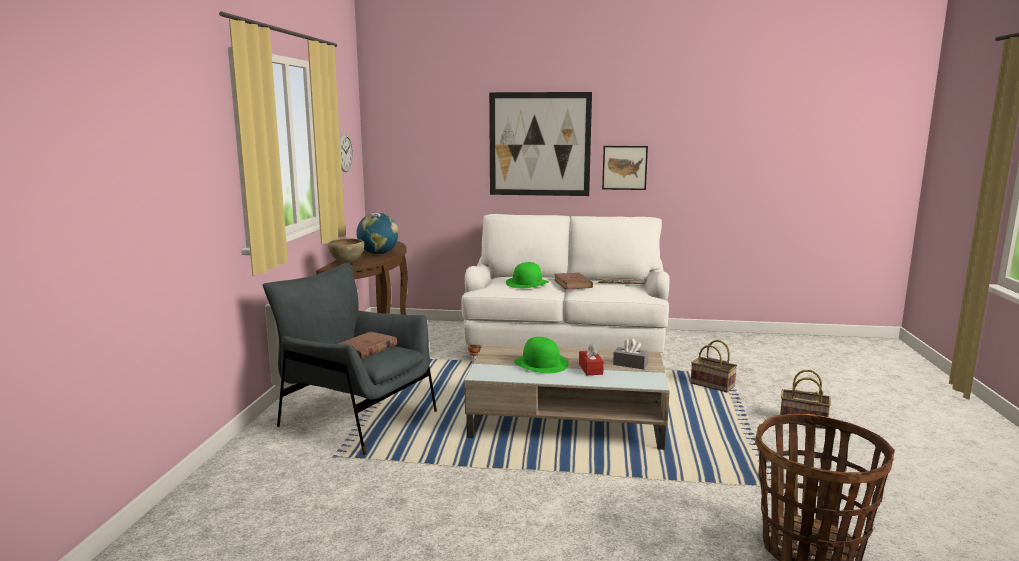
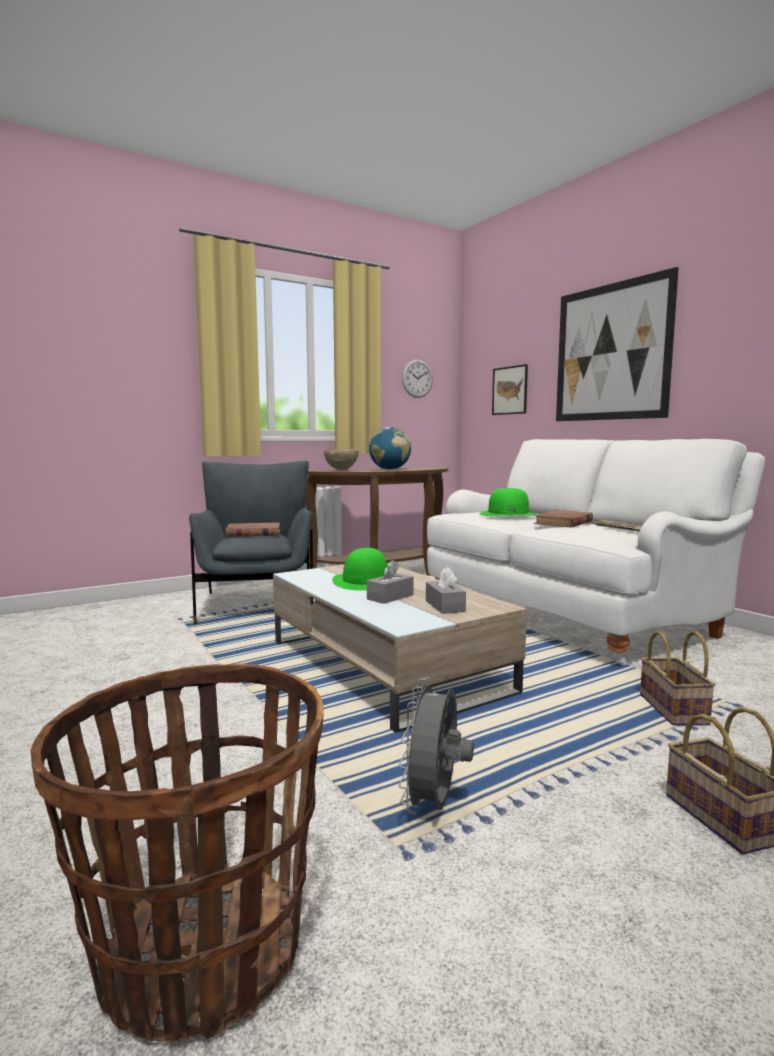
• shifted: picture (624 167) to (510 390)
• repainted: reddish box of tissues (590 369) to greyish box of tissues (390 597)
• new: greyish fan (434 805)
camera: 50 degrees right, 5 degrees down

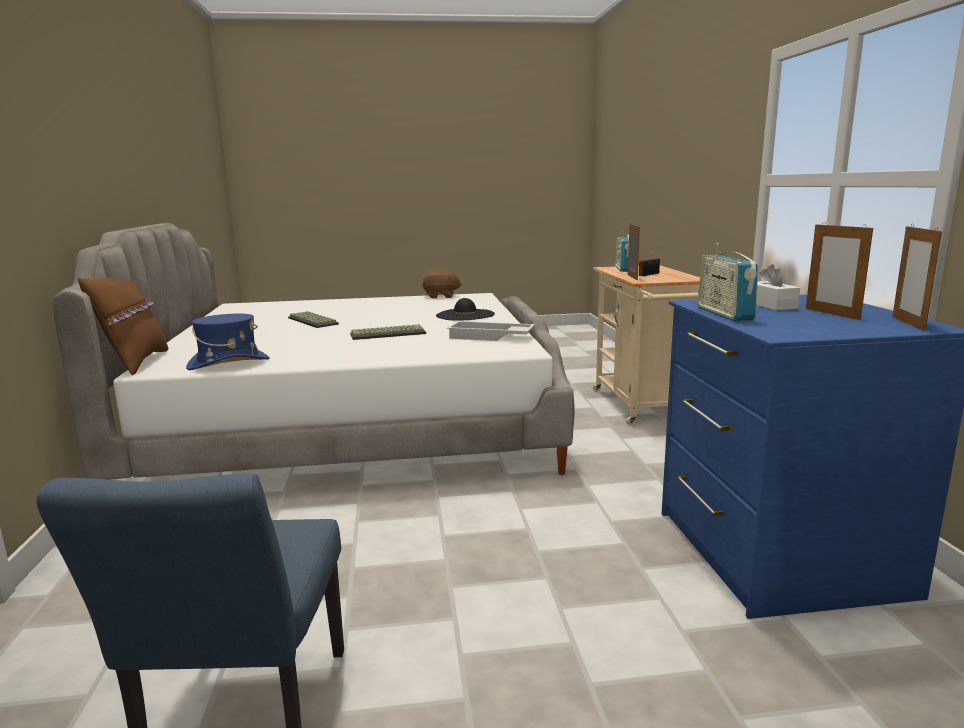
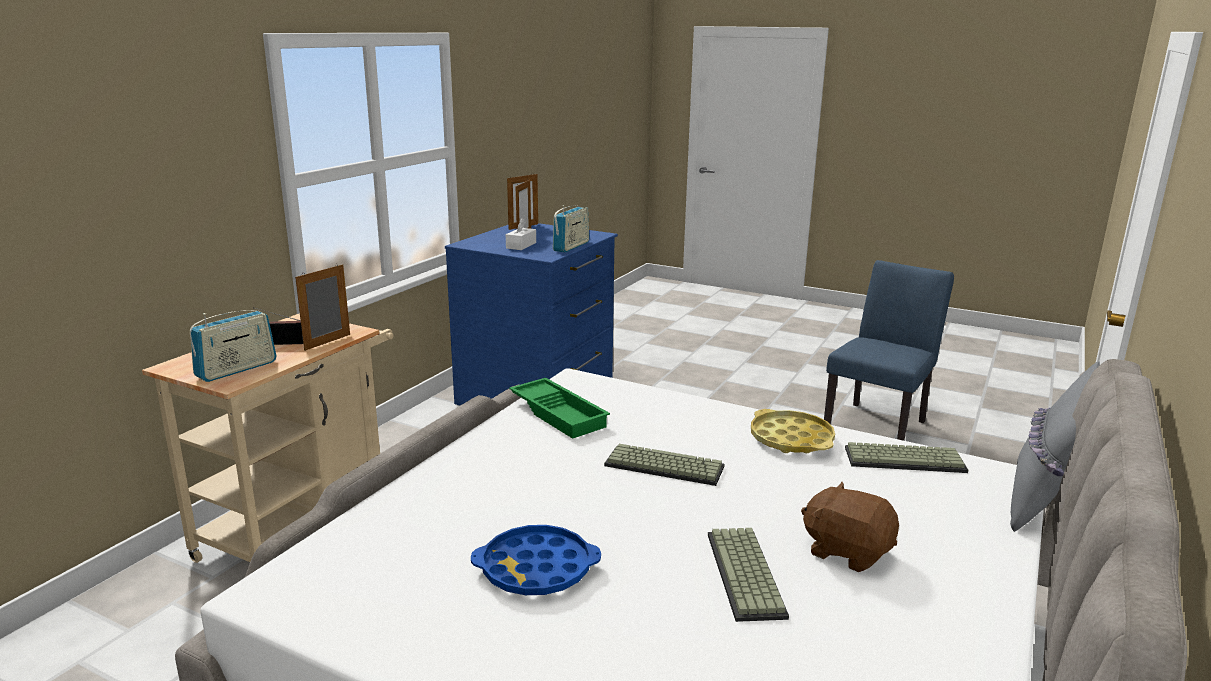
• shifted: brown plush toy (441 296) to (847 551)
• repainted: brown pillow (134 363) to greyish pillow (1043 503)
• gone: black hat (465 315)
• swapped: blue hat (228 363) to keyboard (905 459)
• repainted: white serving tray (490 337) to greenish serving tray (560 413)
• new: yellow serving tray (791 439)
• new: blue serving tray (536 569)
camera: 145 degrees left, 5 degrees up

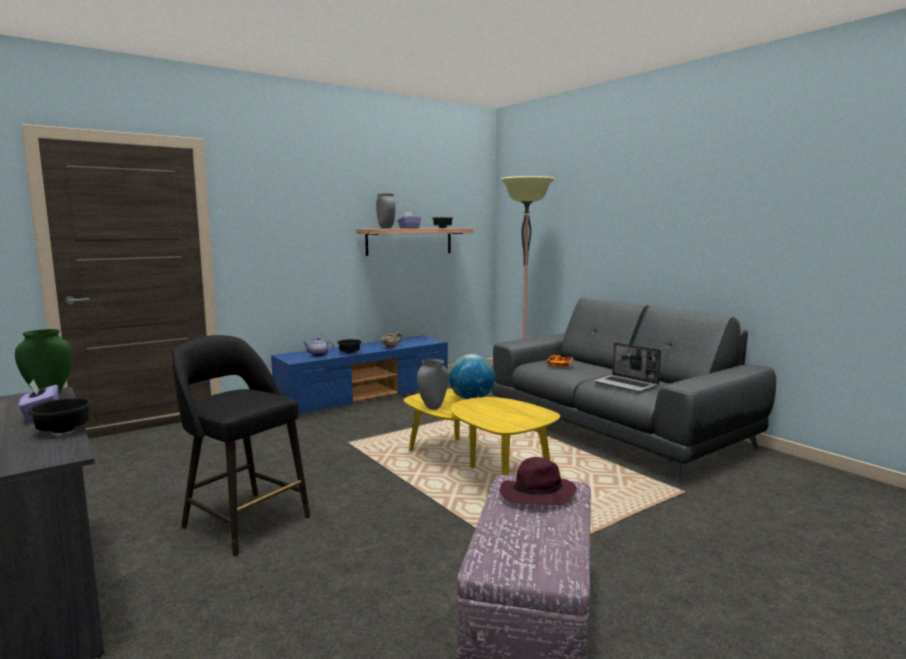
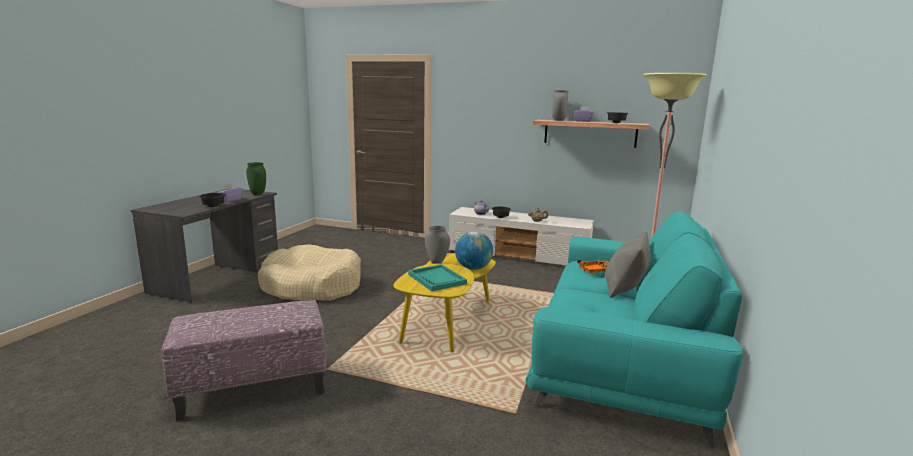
• repainted: greyish sofa (617 429) to turquoise sofa (622 354)
• swapped: black stool seat (244 521) to sand-coloured dog cushion (312 286)
• repainted: blue media console (366 396) to white media console (519 255)
• gone: notebook computer (626 385)
• gone: purple hat (536 495)
• new: greyish pillow (624 289)
• new: turquoise serving tray (437 279)
camera: 55 degrees right, 5 degrees up

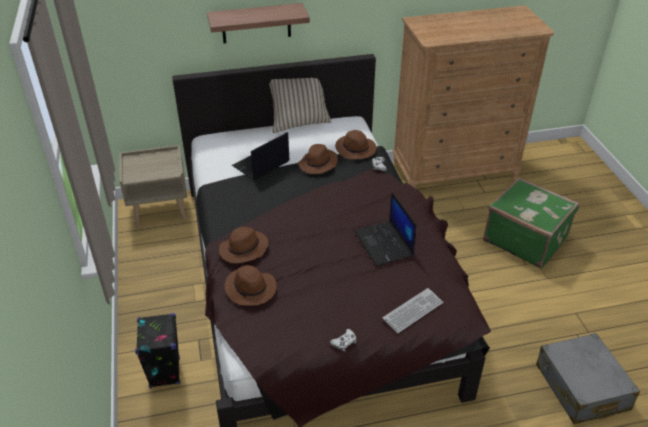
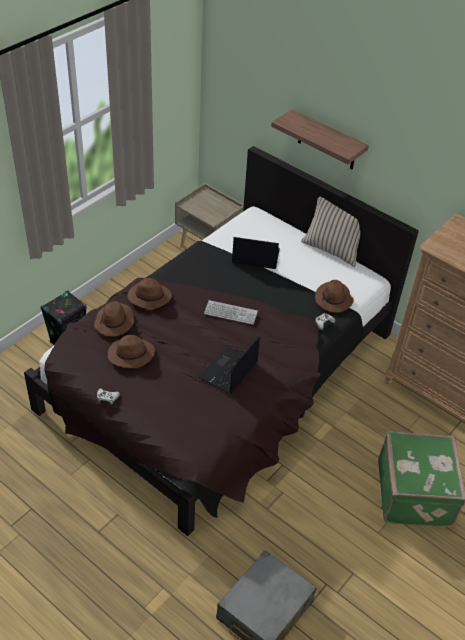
• shifted: brown hat (318 164) to (130 355)
• shifted: keyboard (413 311) to (230 313)
camera: 50 degrees right, 5 degrees up

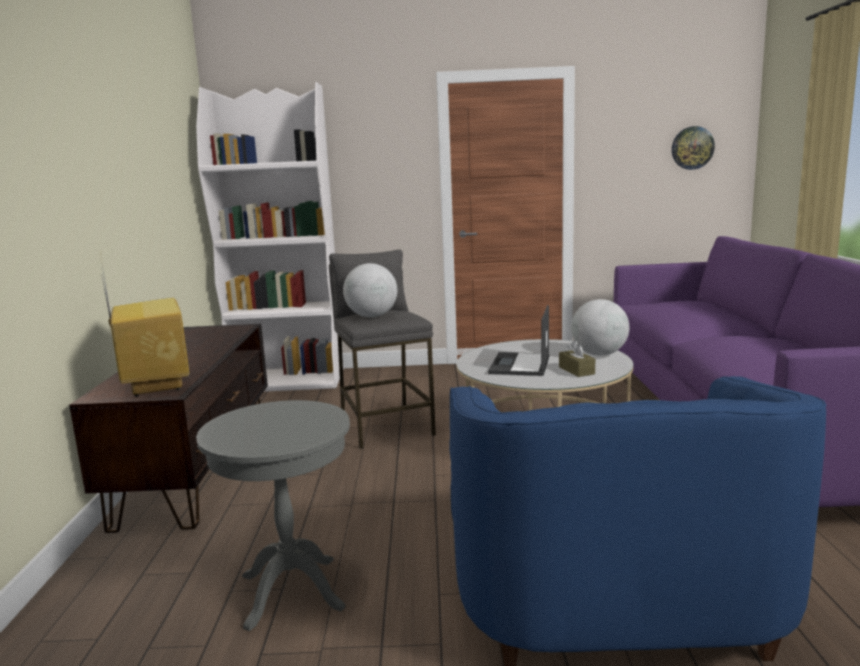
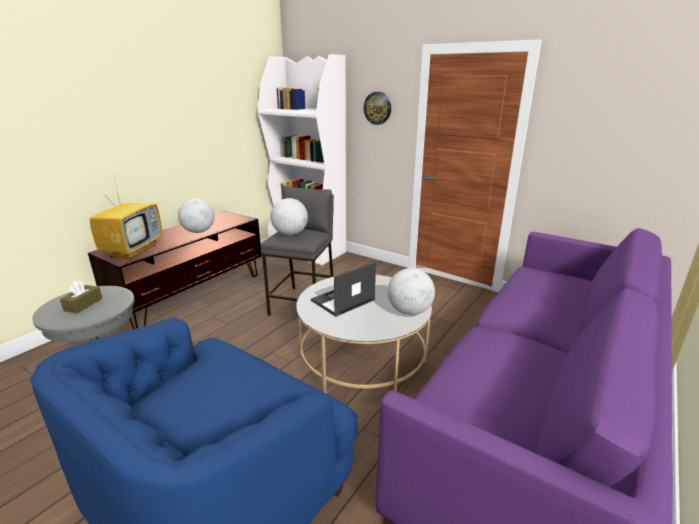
• shifted: wall clock (692 148) to (377 108)
• shifted: brown box of tissues (576 370) to (83 304)
• new: world globe (199 231)
camera: 35 degrees right, 10 degrees up

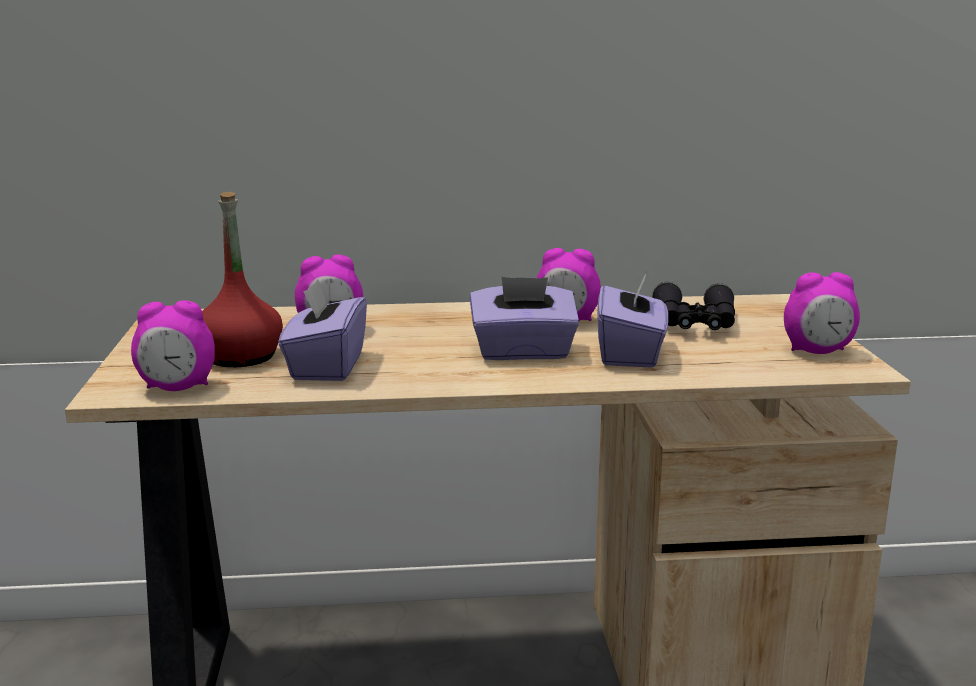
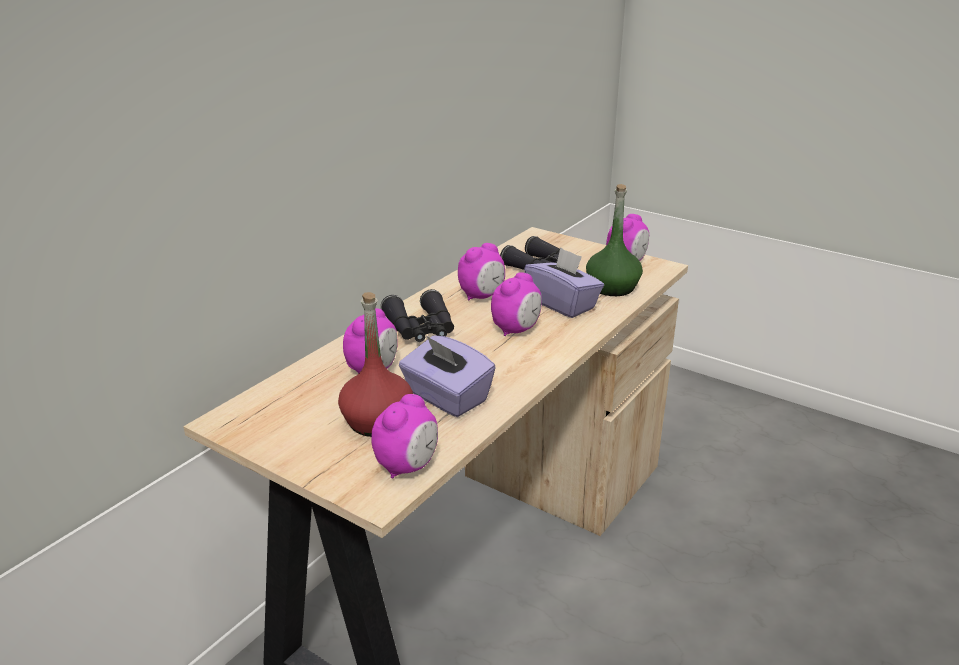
• swapped: purple box of tissues (523 352) to alarm clock (516 330)
• new: greenish drink bottle (612 288)
• new: black field glasses (421 329)
camera: 50 degrees left, 10 degrees up

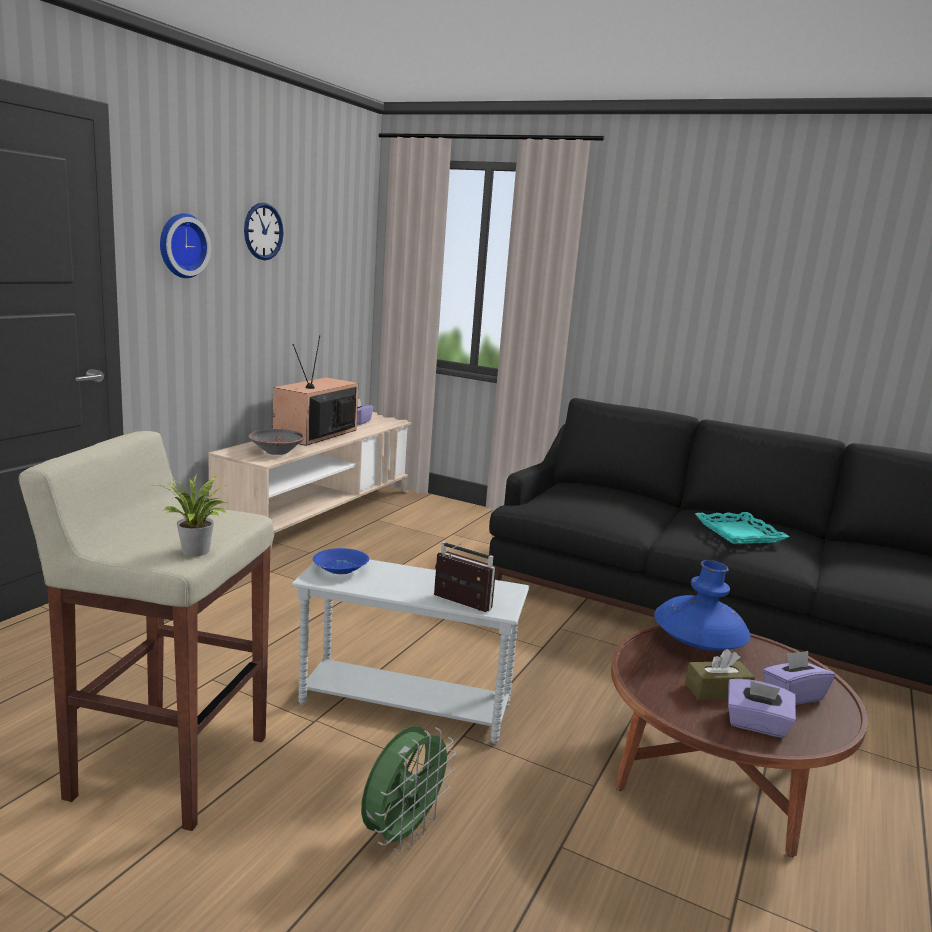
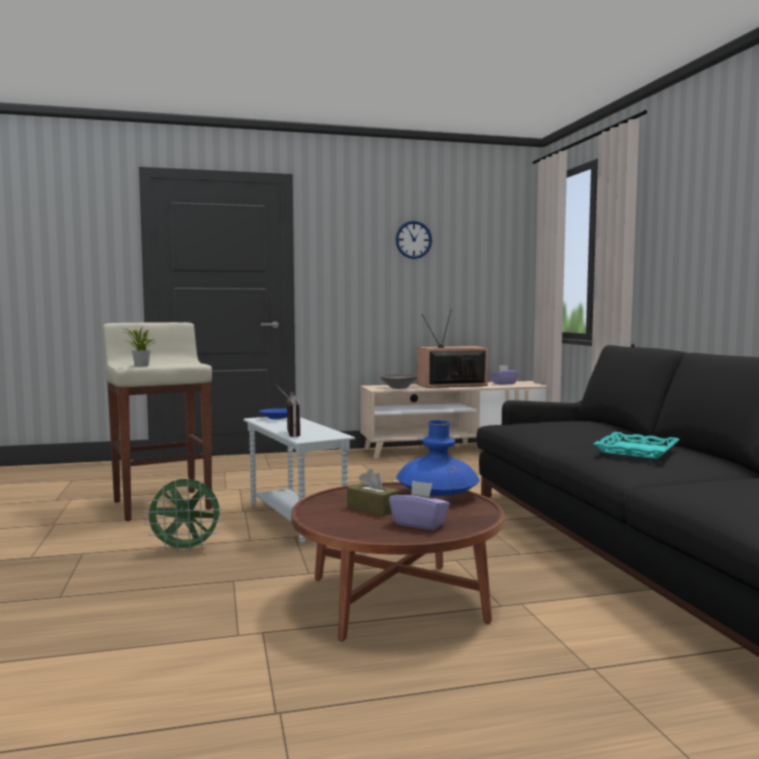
• gone: wall clock (181 245)
• gone: purple box of tissues (756 725)
camera: 50 degrees right, 10 degrees down

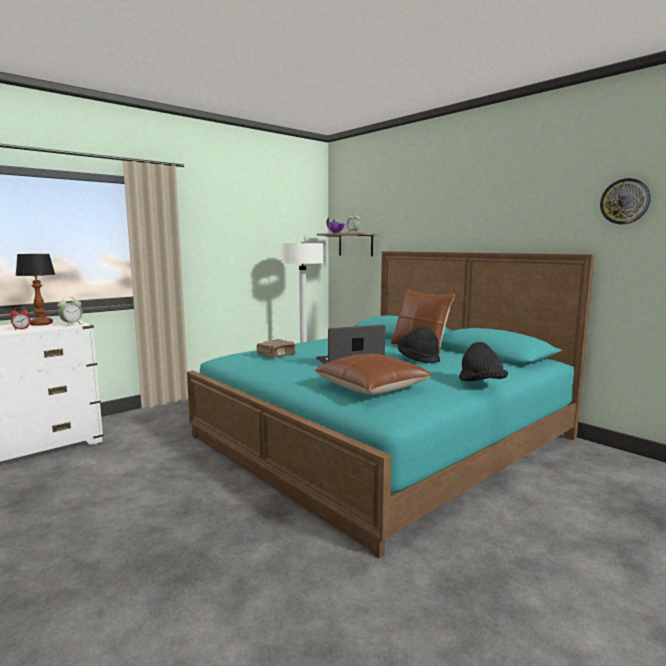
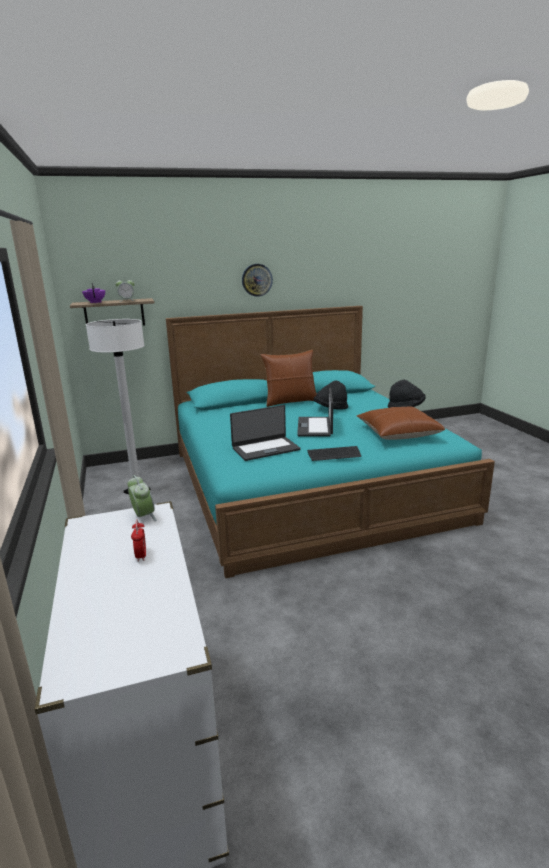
• shifted: wall clock (625 201) to (257 280)
• gone: table lamp (40 324)
• swapped: brown volume (276 355) to notebook computer (265 448)
• new: keyboard (334 455)
camera: 65 degrees left, 10 degrees up

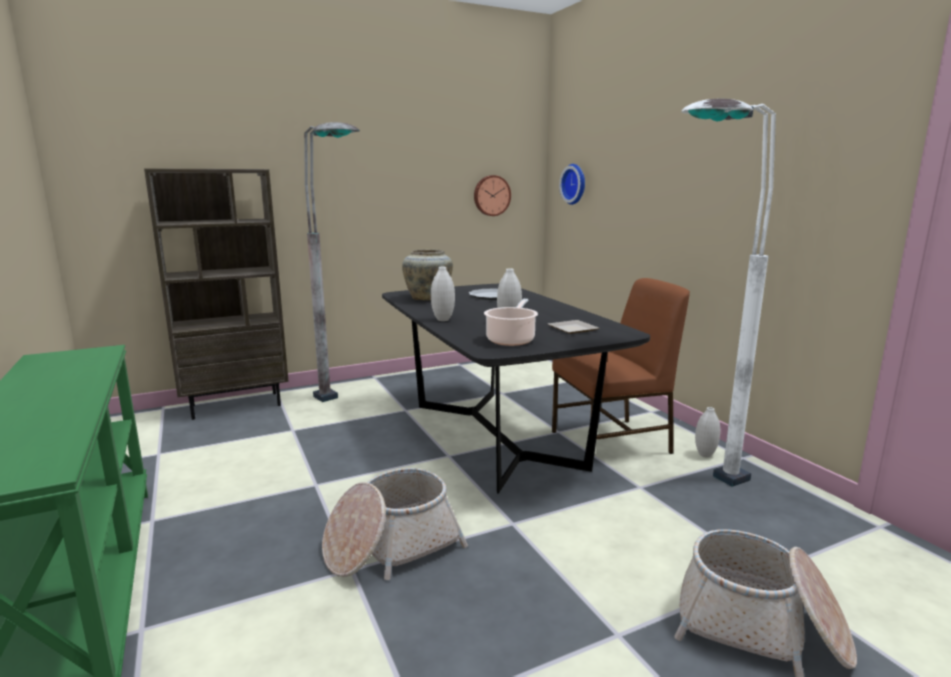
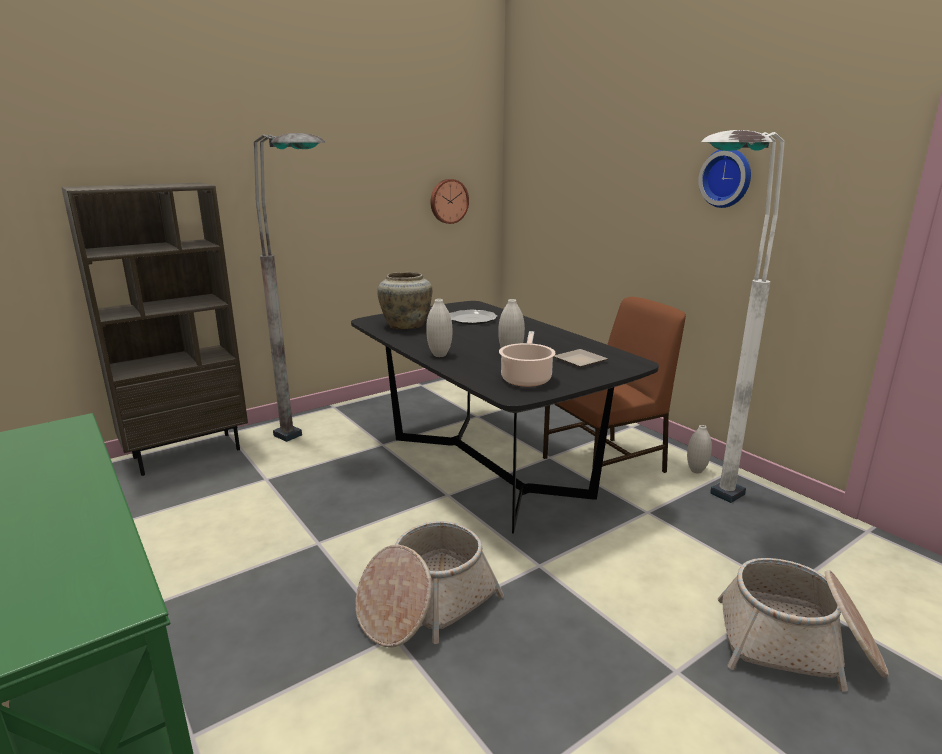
• shifted: wall clock (575 184) to (727 178)
camera: 10 degrees left, 5 degrees up

